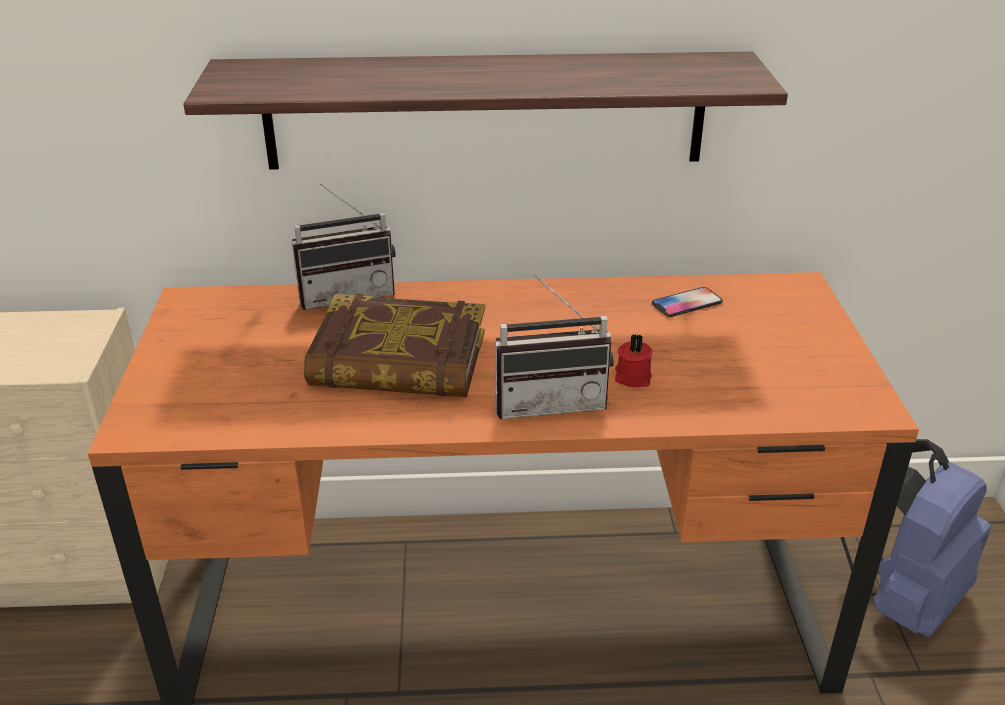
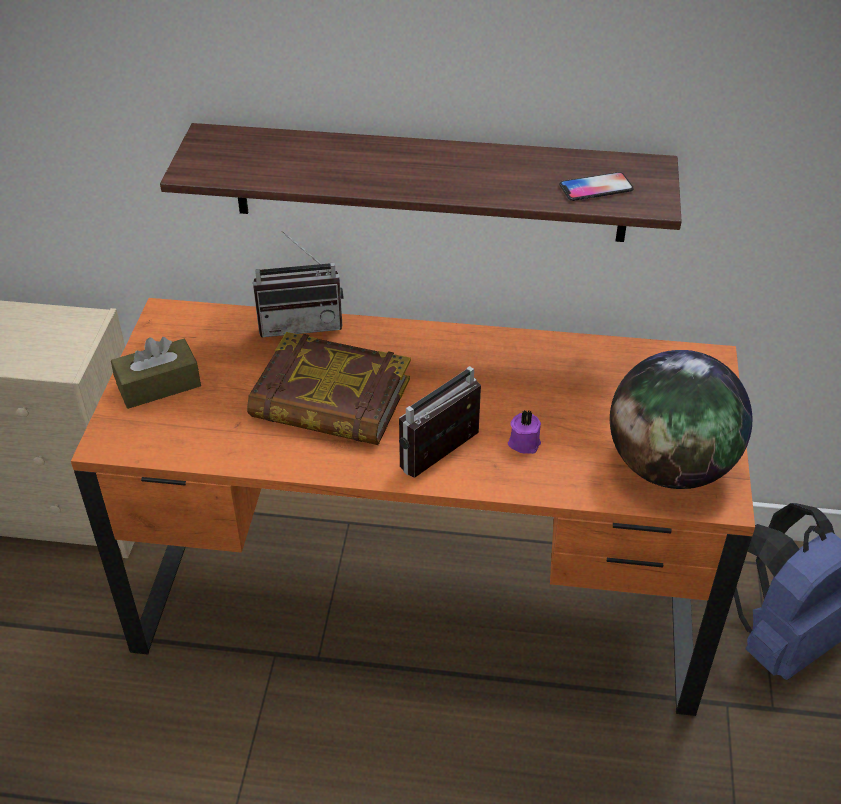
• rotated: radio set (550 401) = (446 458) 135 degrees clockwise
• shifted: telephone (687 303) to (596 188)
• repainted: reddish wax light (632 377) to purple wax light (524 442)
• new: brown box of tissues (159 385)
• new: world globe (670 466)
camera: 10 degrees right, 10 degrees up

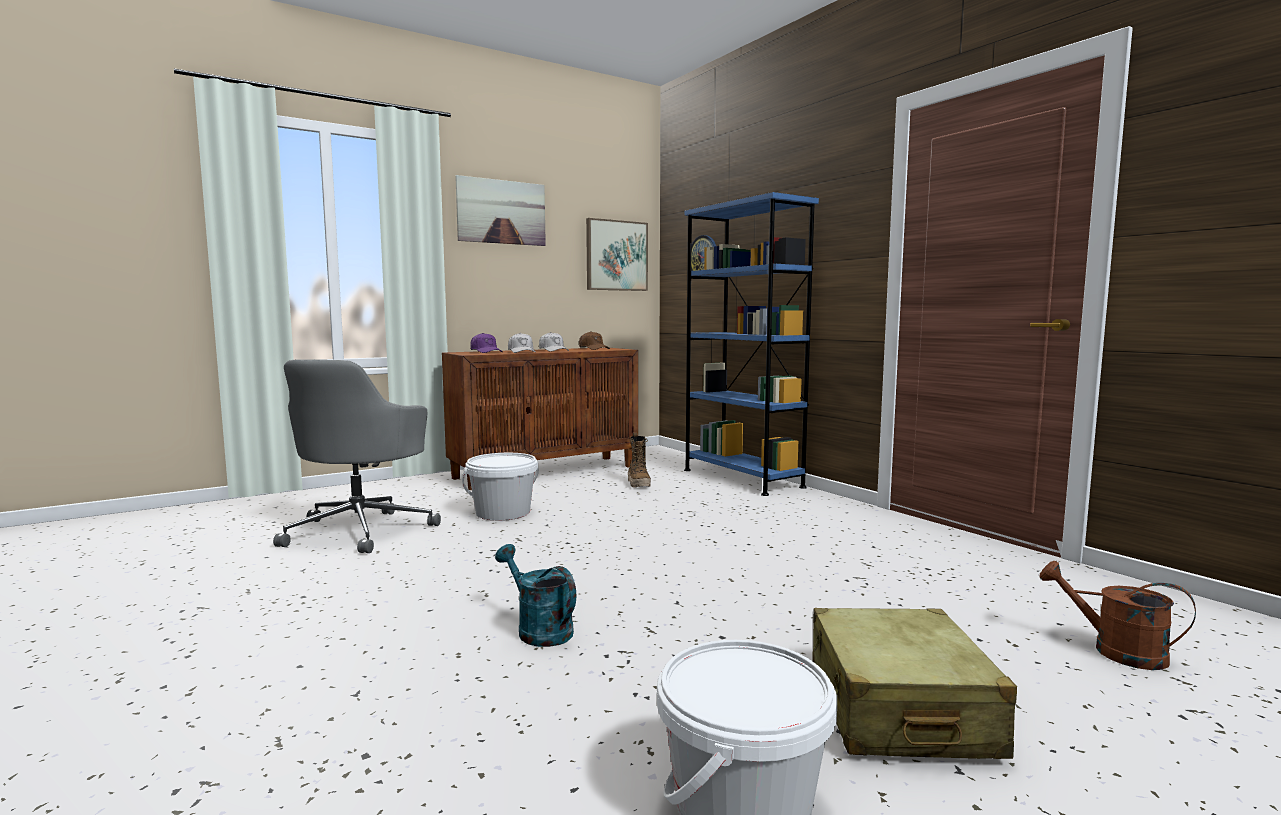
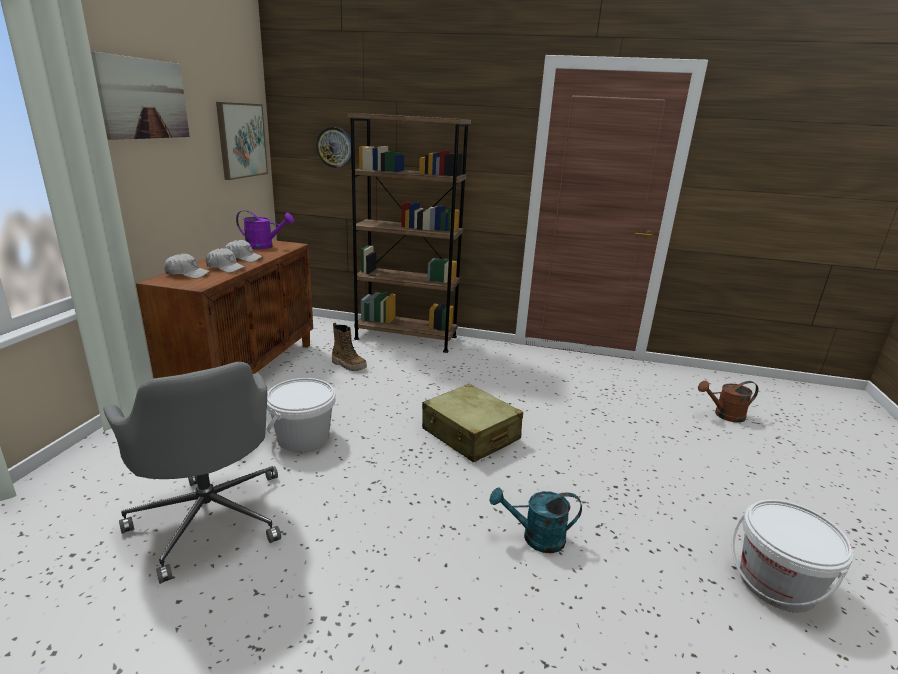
• repainted: blue bookcase (742 478) to brown bookcase (406 338)
• swapped: brown peaked cap (593 349) to purple watering can (264 246)
• repainted: purple peaked cap (486 352) to white peaked cap (187 274)
• shifted: sand-coloured piece of luggage (899 709) to (470 435)
camera: 45 degrees left, 15 degrees up

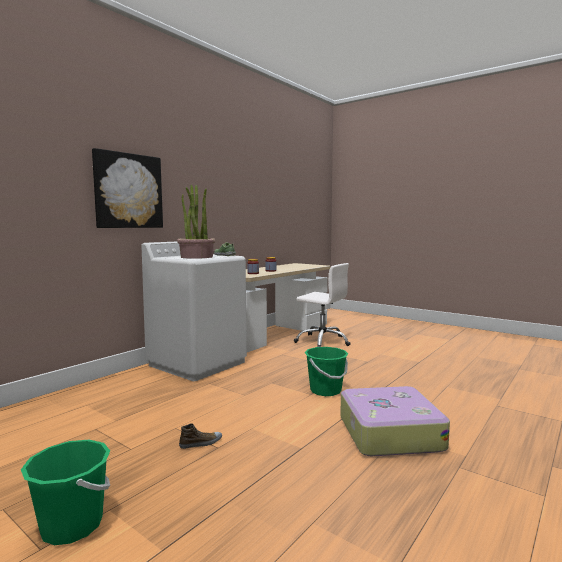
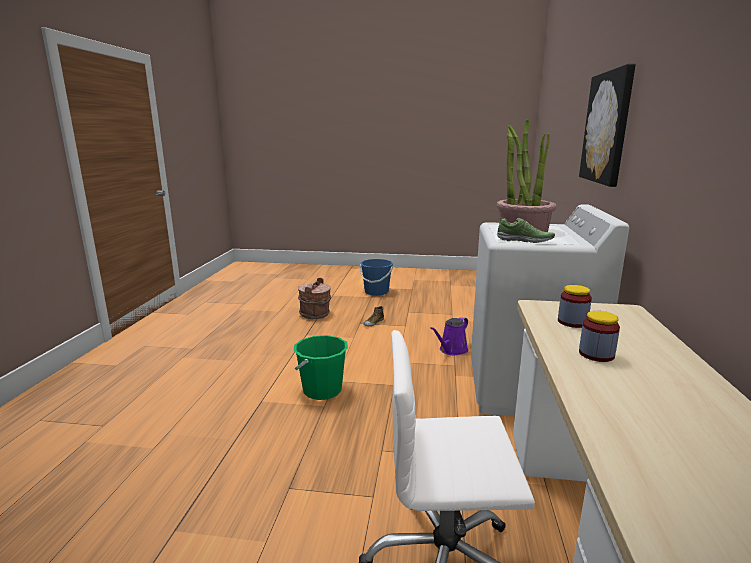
• gone: piece of luggage (388 433)
• repainted: greenish water bucket (72 525) to blue water bucket (376 292)
• new: brown water bucket (315 314)
• new: purple watering can (451 350)
camera: 150 degrees right, 10 degrees up

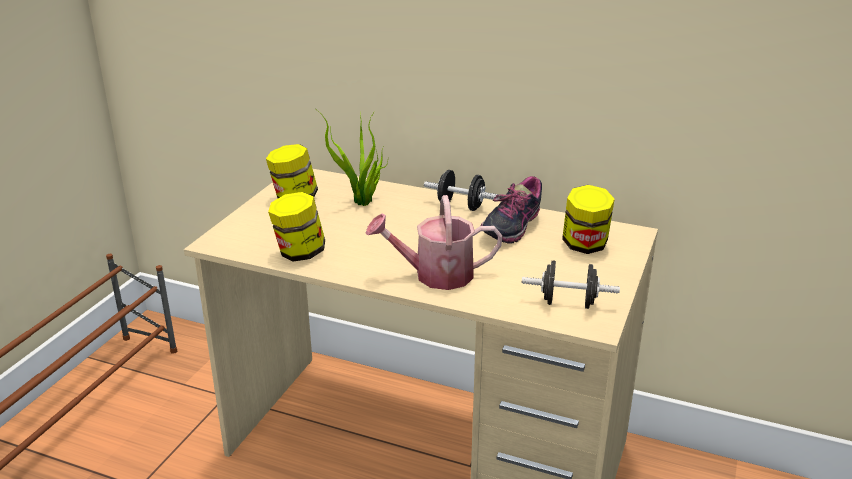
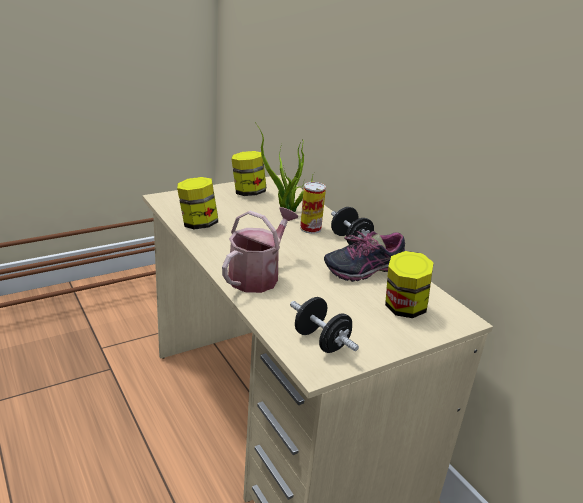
• rotated: watering can (435 275) = (257 275) 90 degrees clockwise
• new: can (310 228)
camera: 35 degrees right, 0 degrees up

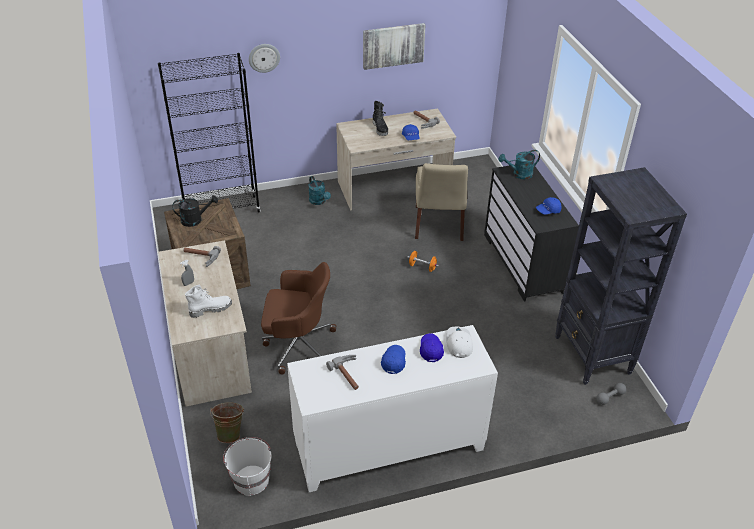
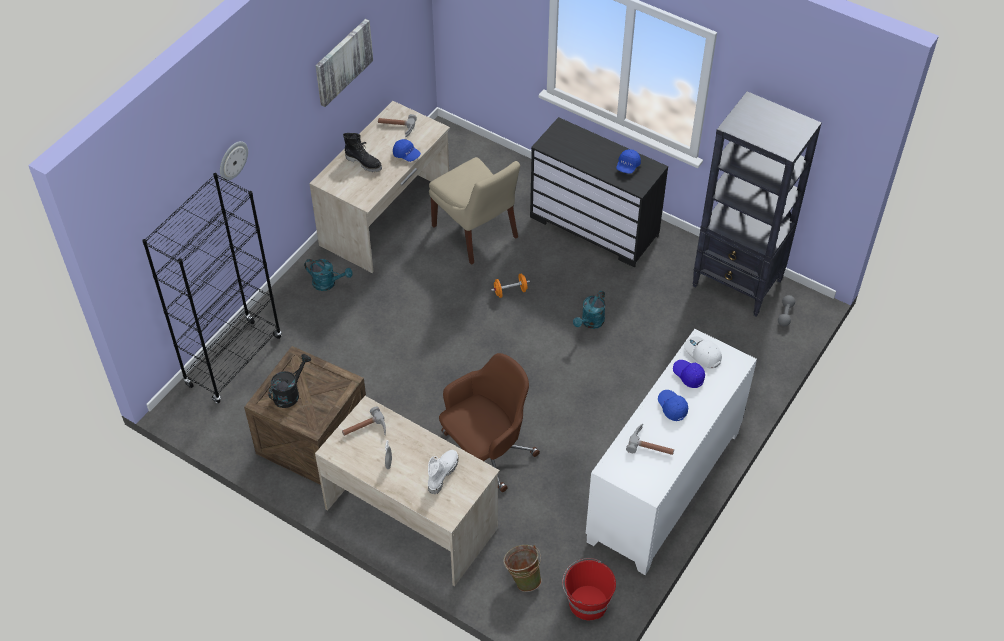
• shifted: turquoise watering can (519 174) to (590 323)
• repainted: white water bucket (251 479) to reddish water bucket (587 602)
camera: 40 degrees left, 10 degrees up

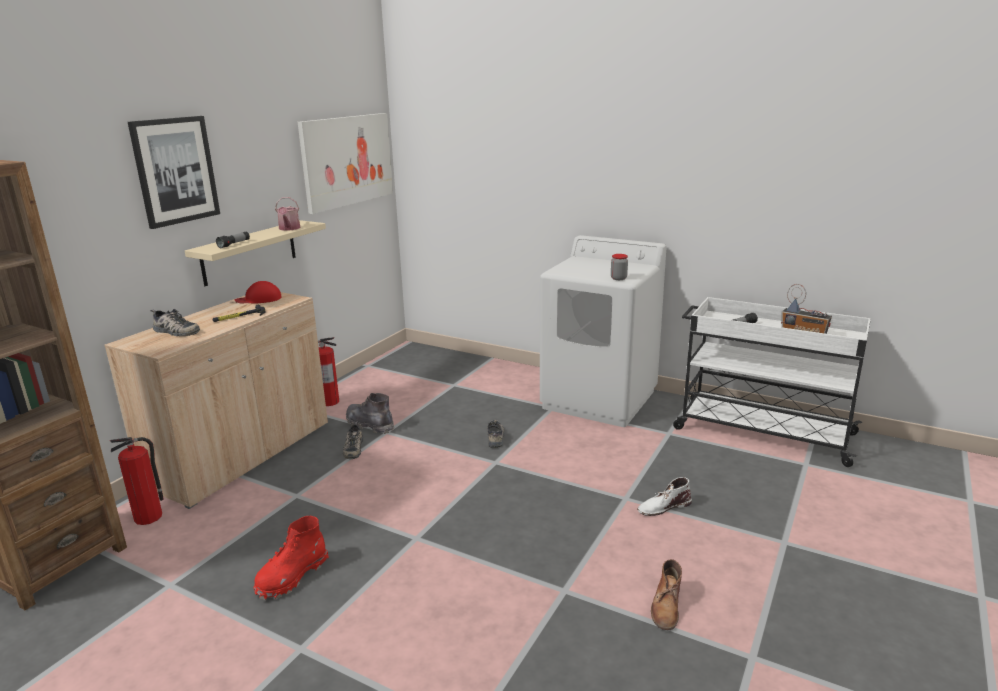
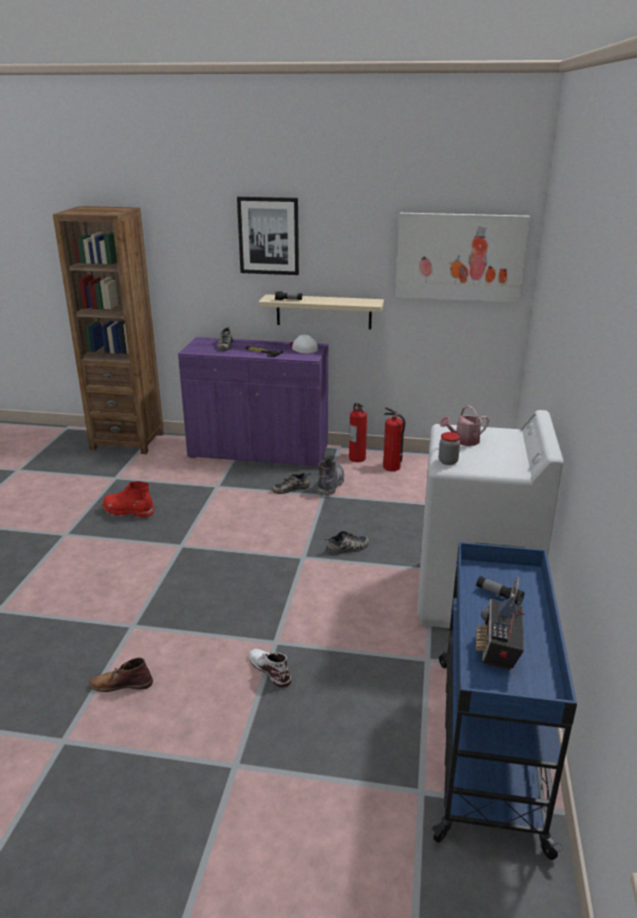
• shifted: watering can (289 229) to (463 441)
• repainted: reddish peaked cap (259 299) to white peaked cap (303 348)
• repainted: sand-coloured cabinet (242 455) to purple cabinet (258 452)
• repainted: white trolley (761 431) to blue trolley (488 744)
• shifted: extinguisher (149 517) to (392 467)
camera: 70 degrees right, 5 degrees up

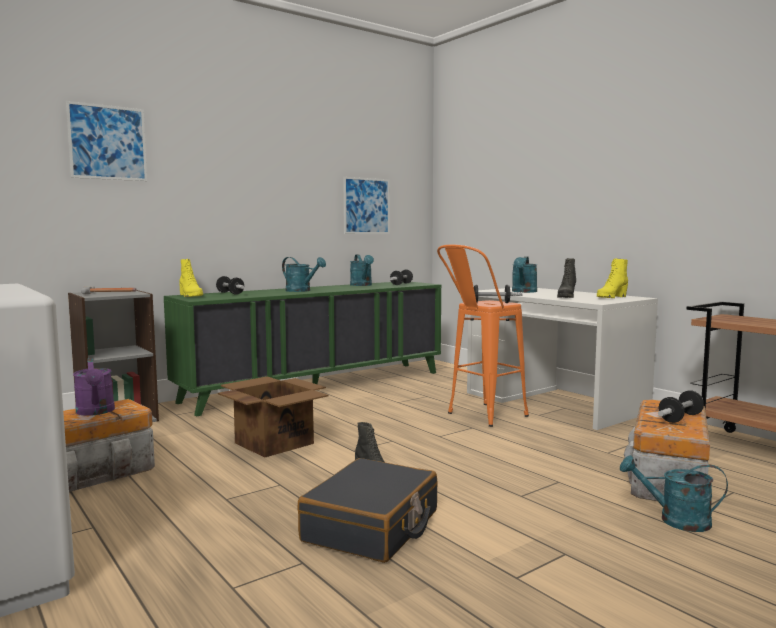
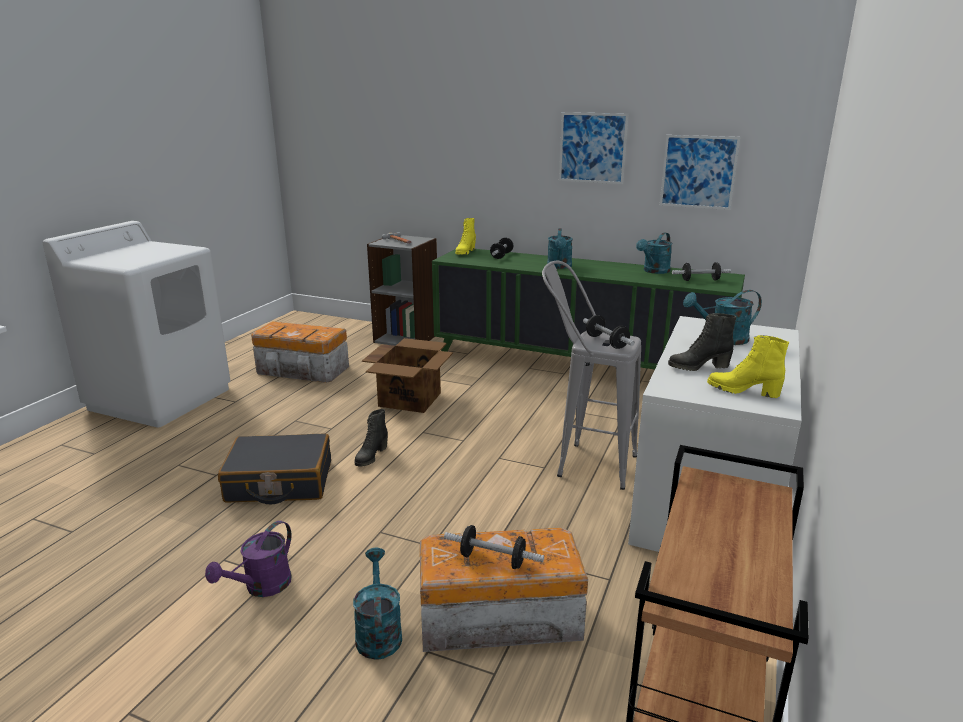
• shifted: picture (107 142) to (592 148)
• repainted: orangey stool seat (479 417) to greyish stool seat (583 463)
• shifted: purple watering can (96 412) to (262 587)
camera: 60 degrees right, 15 degrees up

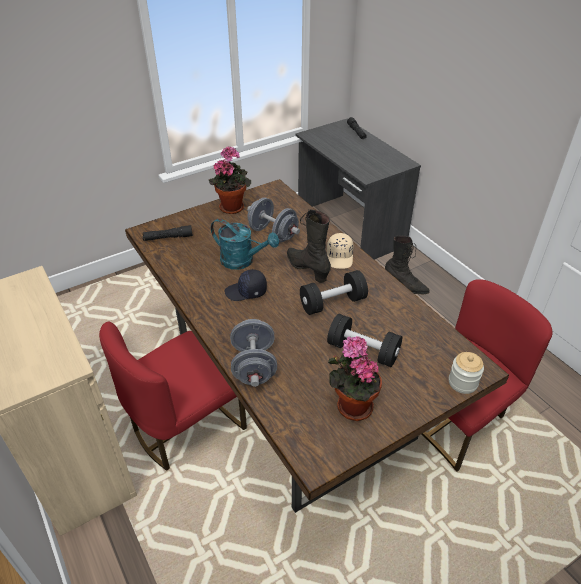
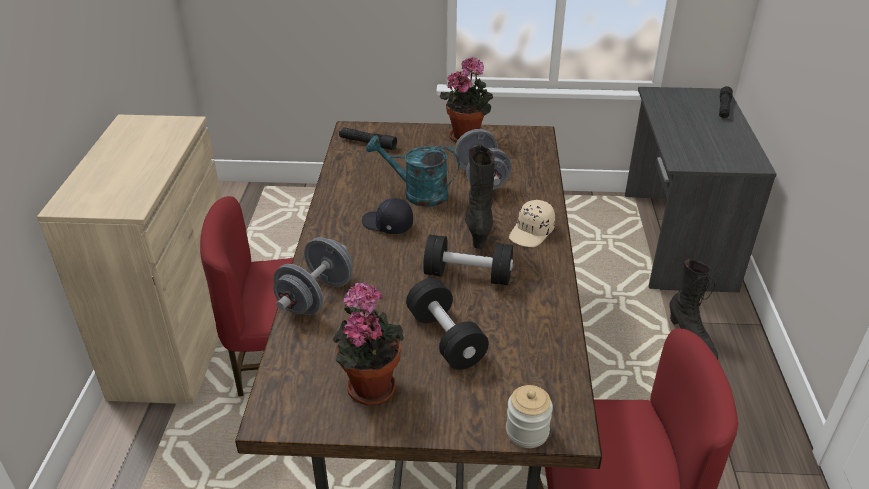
• rotated: turquoise watering can (243 261) = (417 194) 135 degrees clockwise
camera: 35 degrees right, 5 degrees down

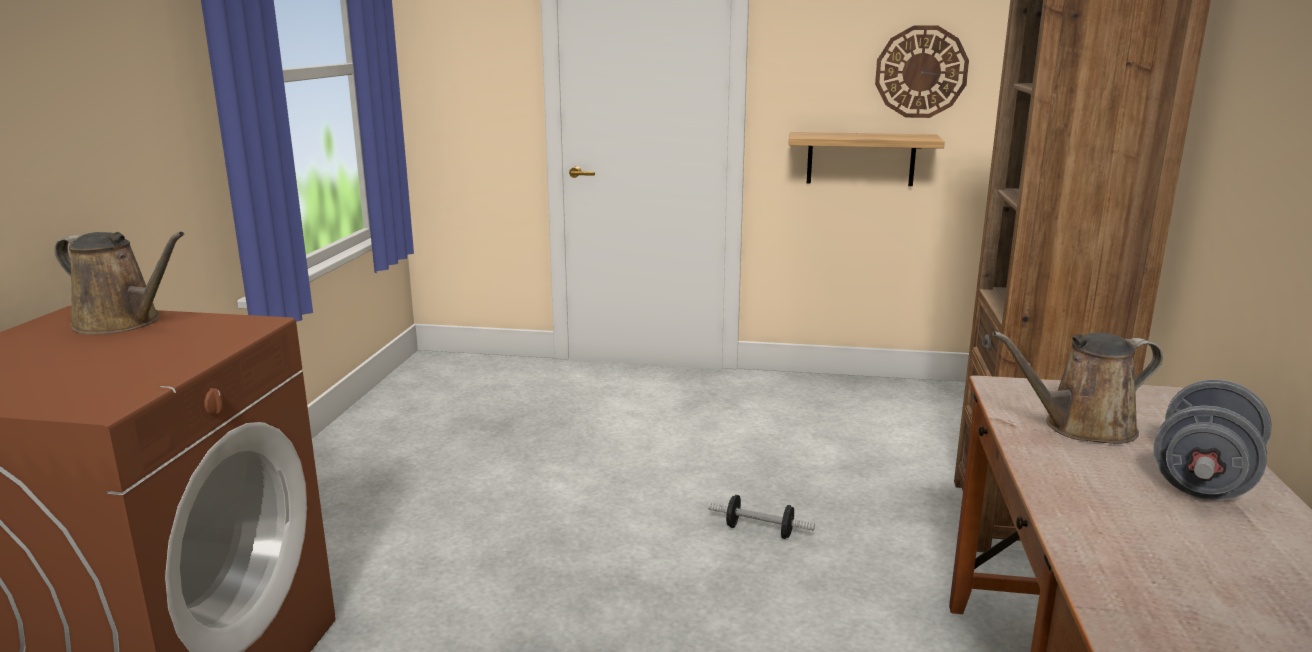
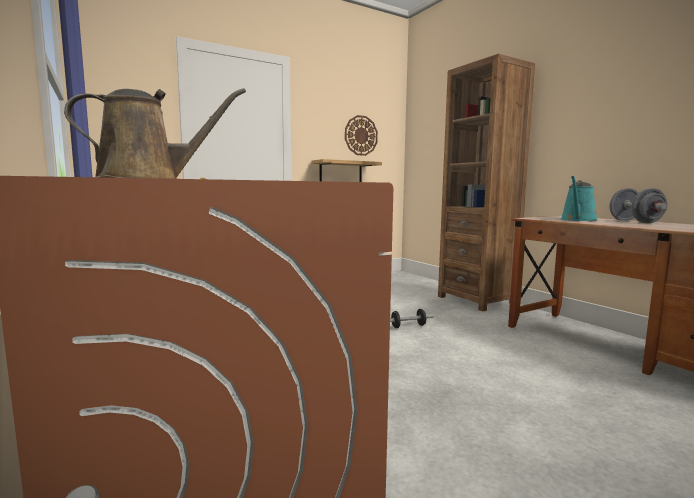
• repainted: brown watering can (1082 428) to turquoise watering can (578 220)
camera: 40 degrees left, 10 degrees down

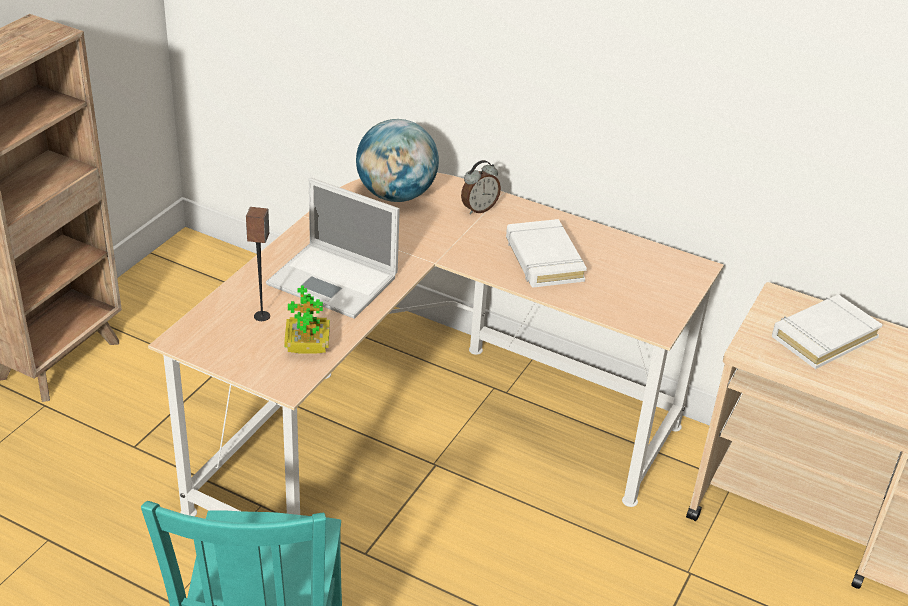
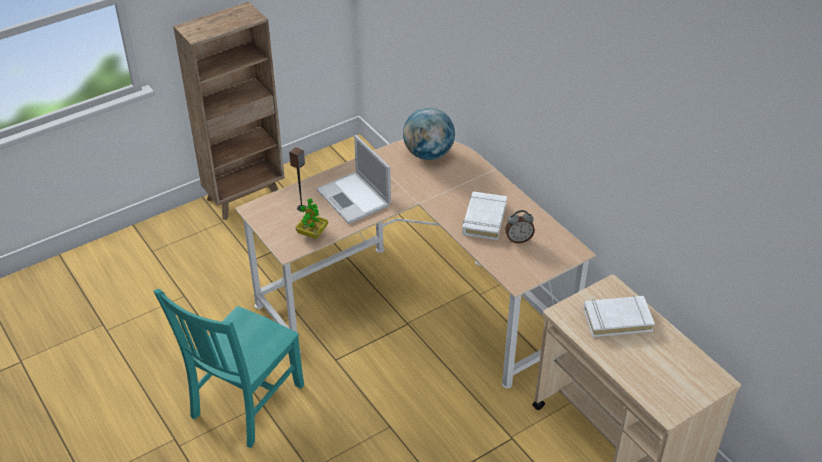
• shifted: alarm clock (478 209) to (518 239)
camera: 30 degrees right, 5 degrees up

